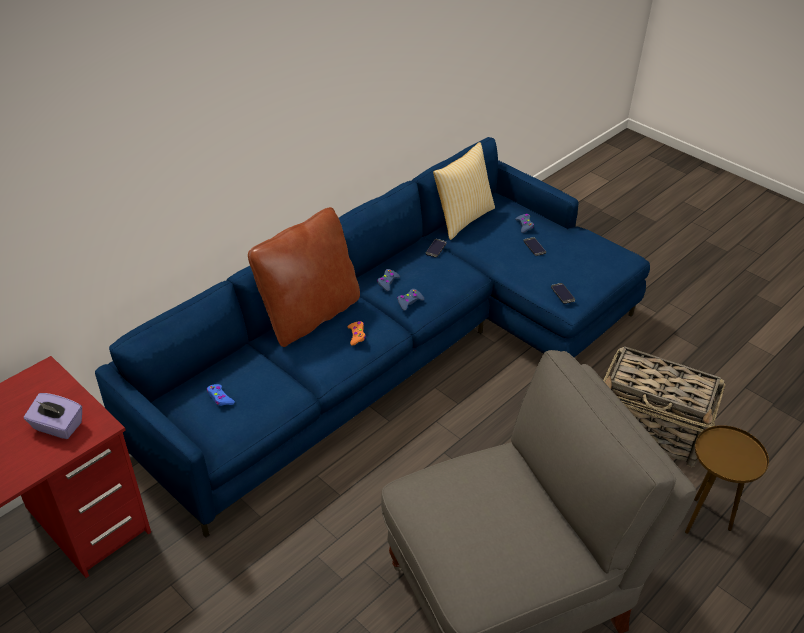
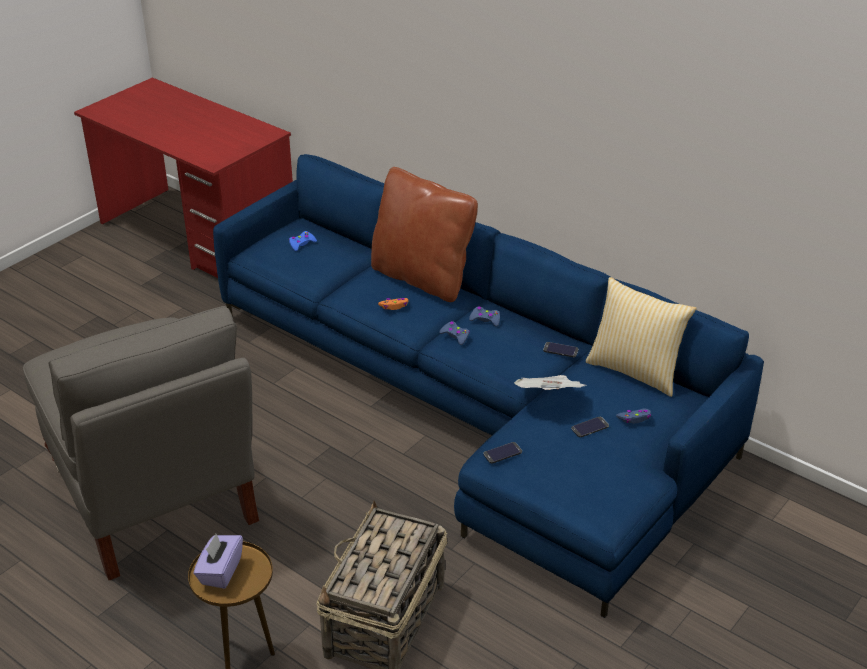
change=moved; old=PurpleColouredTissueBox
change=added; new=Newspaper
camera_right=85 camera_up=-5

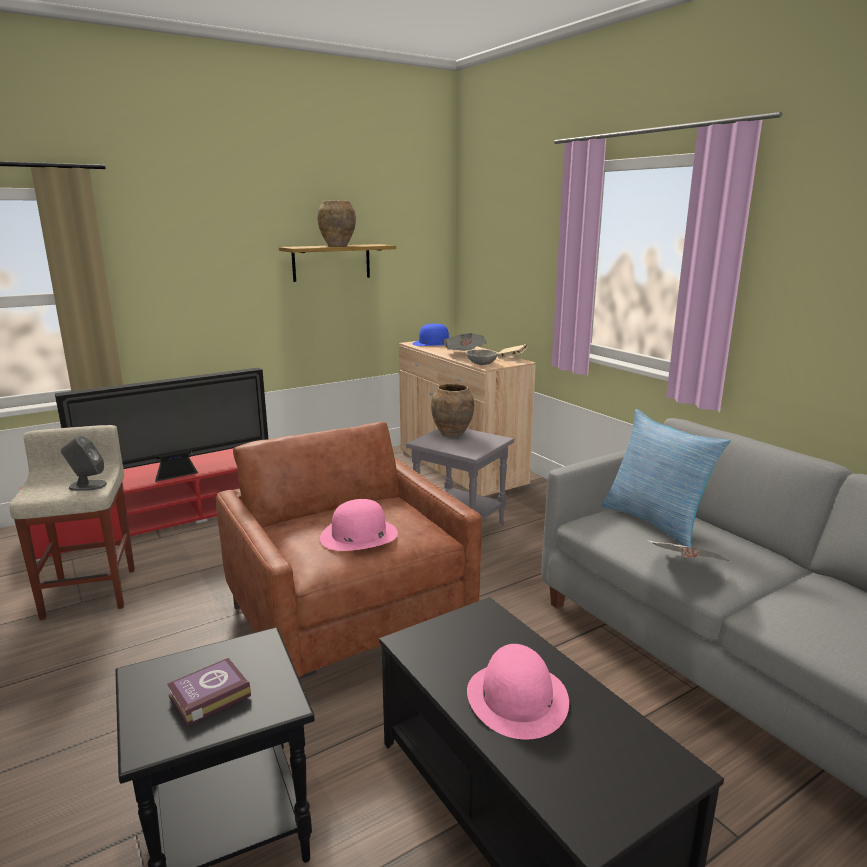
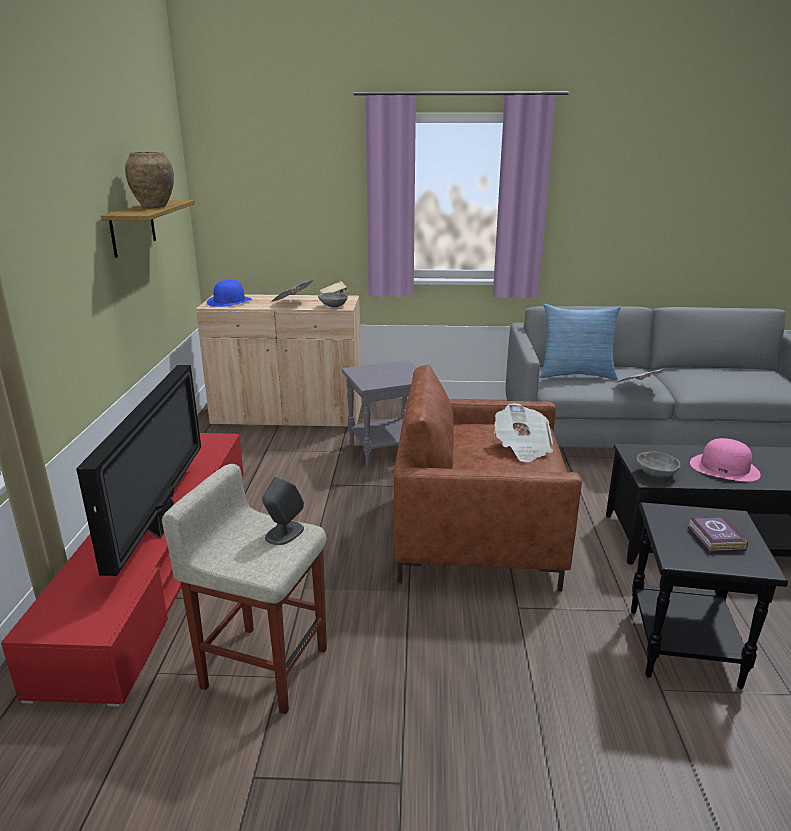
change=removed; old=BrownColouredFlowerVase (2nd from left)
change=replaced; old=PinkColouredWearableHat (1st from left); new=Newspaper (2nd from left)
change=added; new=GrayBowl (2nd from left)
camera_right=-55 camera_up=5

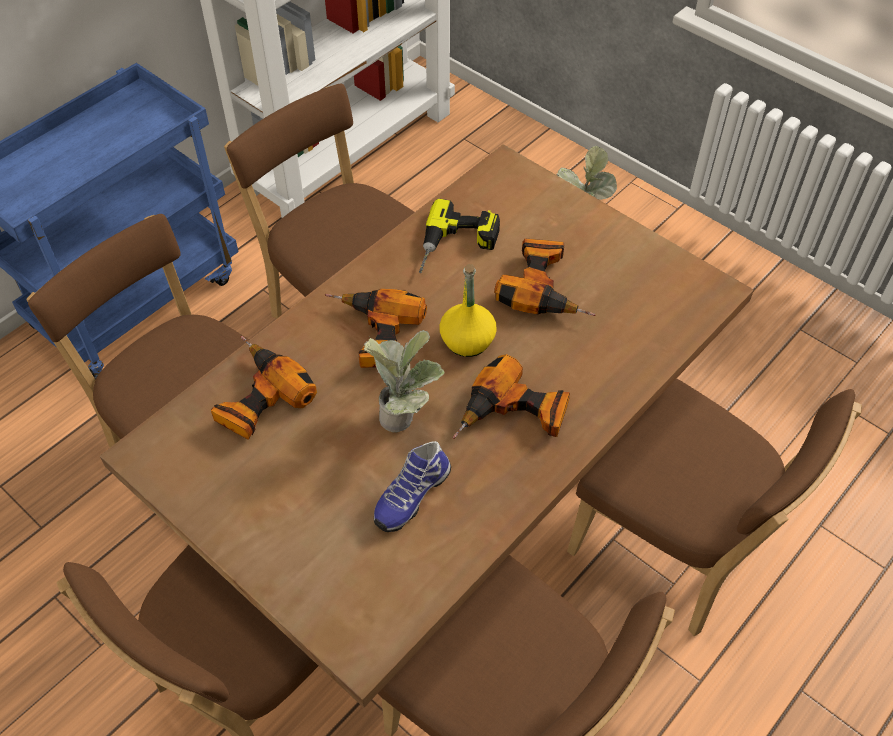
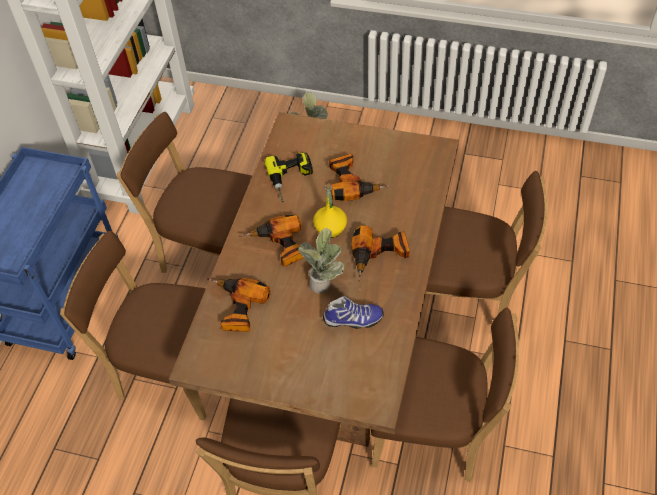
change=turned; old=LowShoe; degrees=-105
camera_right=-25 camera_up=0

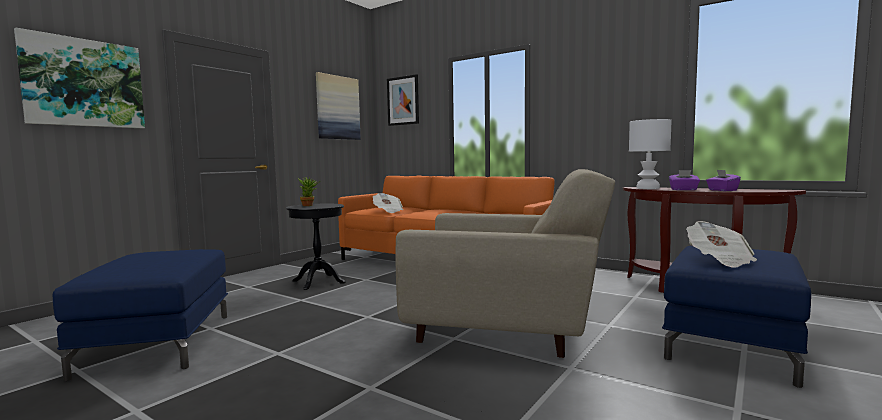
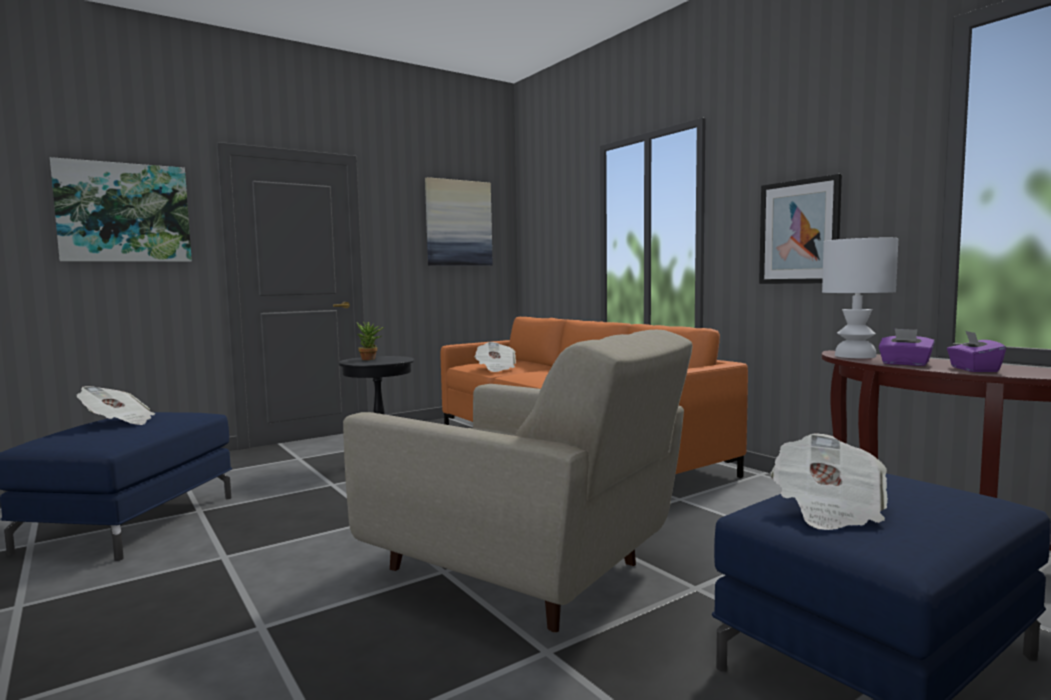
change=moved; old=Picture (3rd from left)
change=added; new=Newspaper (1st from left)
camera_right=20 camera_up=0

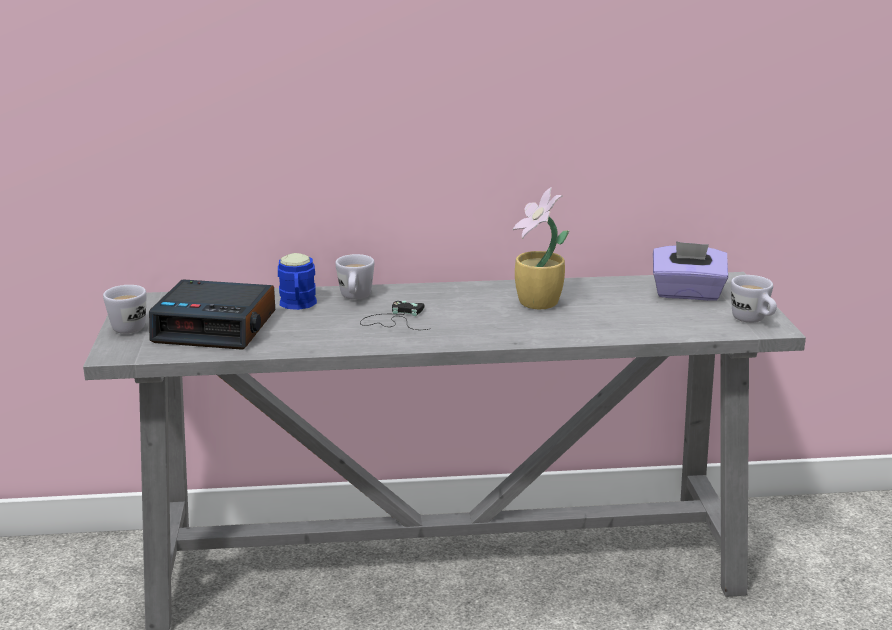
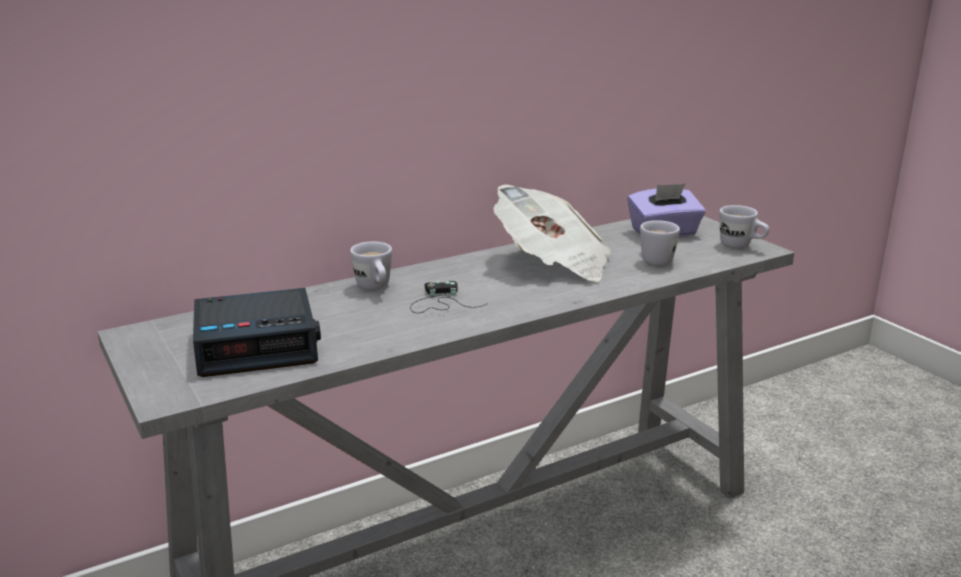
change=replaced; old=PottedPlant; new=Newspaper
change=removed; old=BluishTeaMug
change=moved; old=WhiteTeaMug (1st from left in the first image); new=WhiteTeaMug (2nd from left)
camera_right=-25 camera_up=0

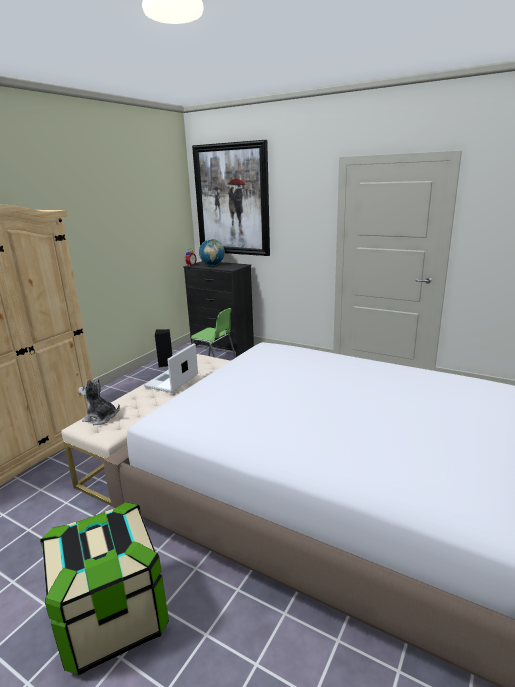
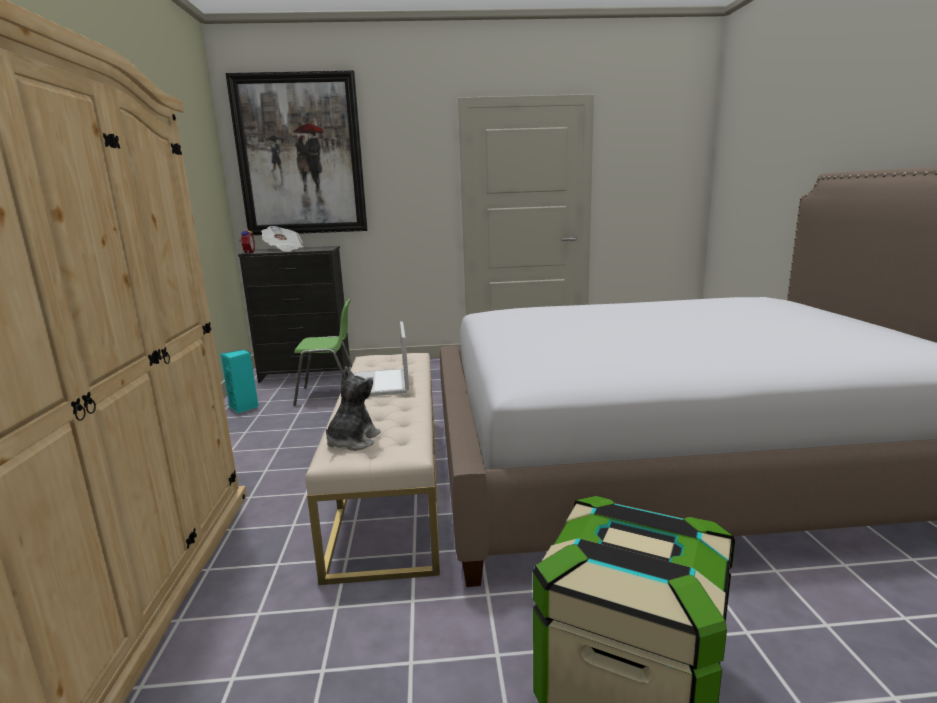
change=replaced; old=WorldGlobe; new=Newspaper
change=recoloured; old=BlackLoudspeaker; new=TurquoiseLoudspeaker
change=turned; old=CuddlyToy; degrees=135
camera_right=-35 camera_up=-5

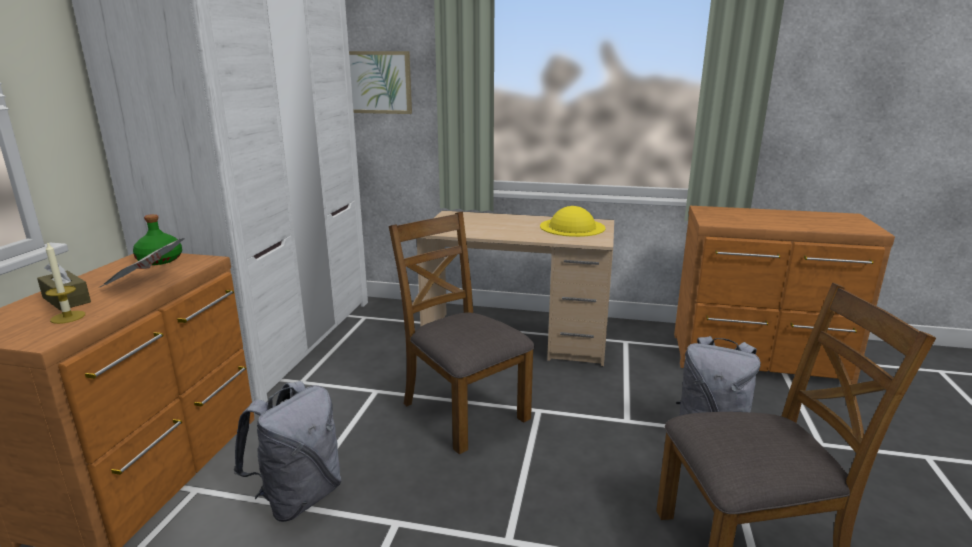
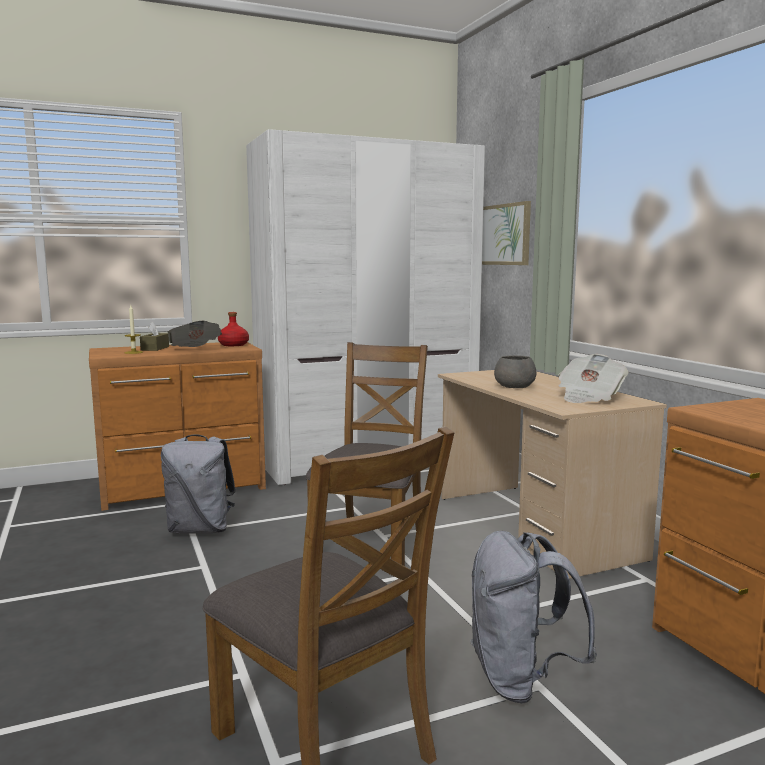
change=replaced; old=YellowColouredWearableHat; new=Newspaper (2nd from left)
change=recoloured; old=GreenishBeverageBottle; new=ReddishBeverageBottle
change=added; new=GrayBowl
camera_right=55 camera_up=-10

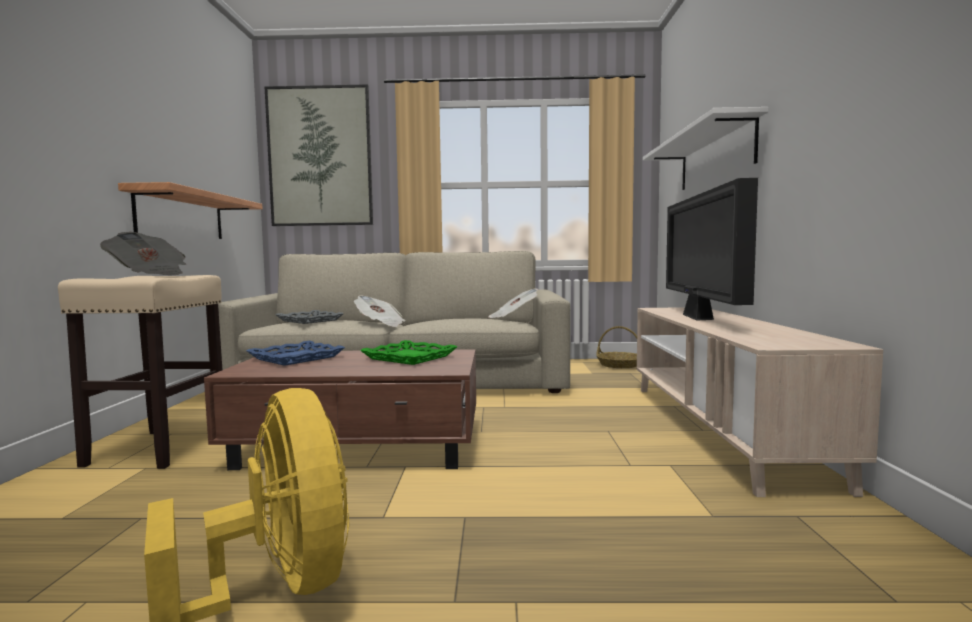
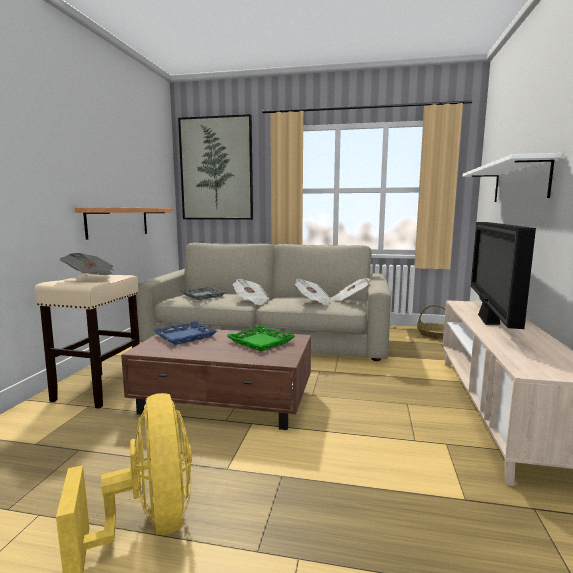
change=added; new=Newspaper (3rd from left)
camera_right=10 camera_up=5

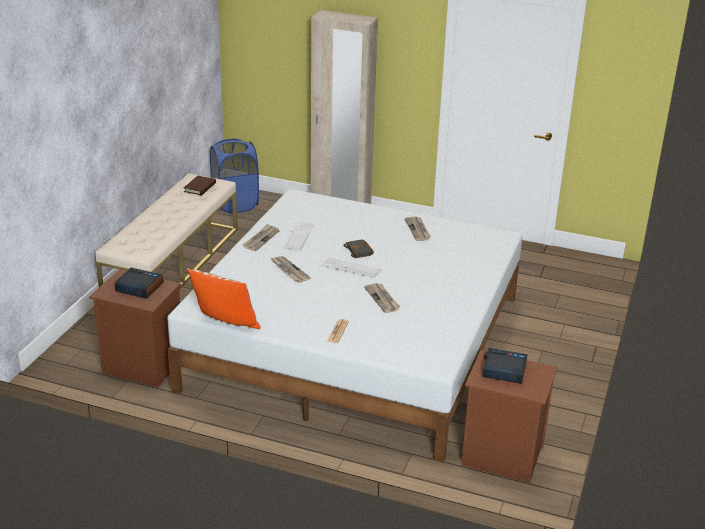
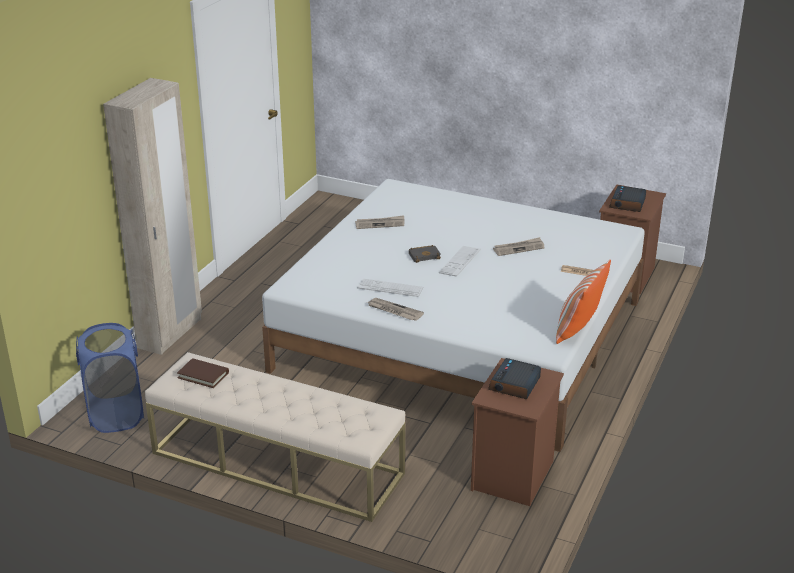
change=removed; old=Newspaper (2nd from left)
camera_right=-85 camera_up=0

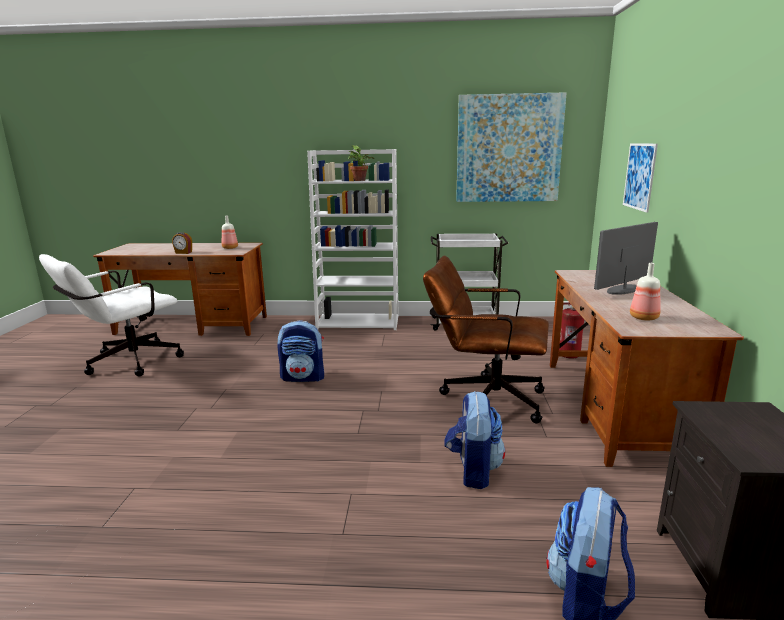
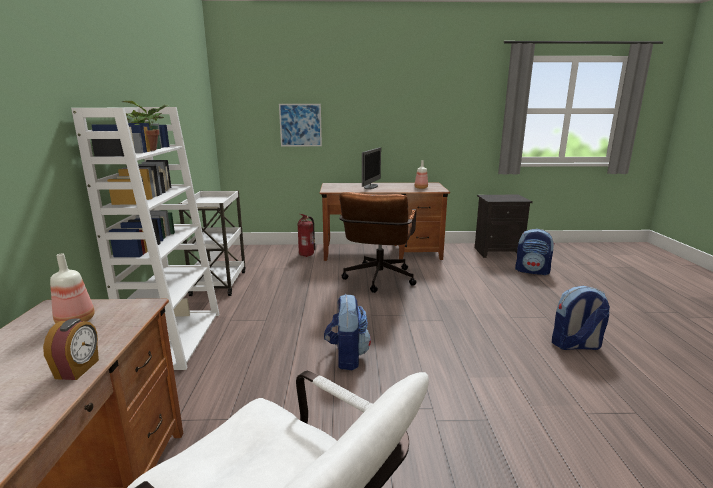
change=removed; old=Picture (1st from left)
change=turned; old=Monitor; degrees=-120
change=moved; old=Knapsack (2nd from left in the first image); new=Knapsack (3rd from left)
camera_right=-95 camera_up=0

